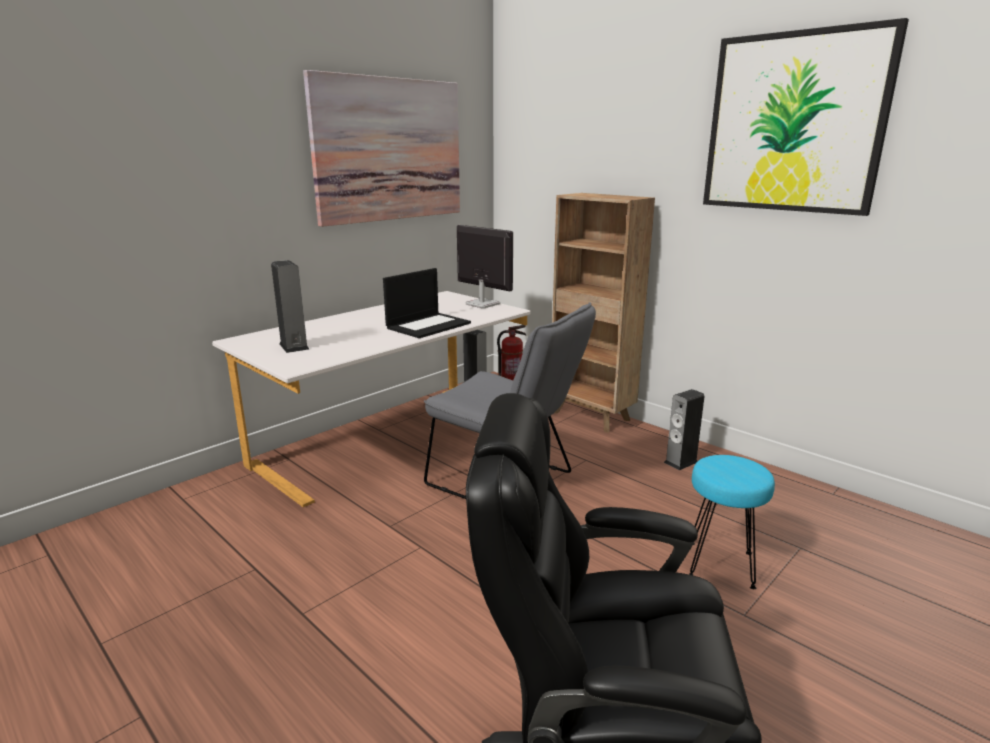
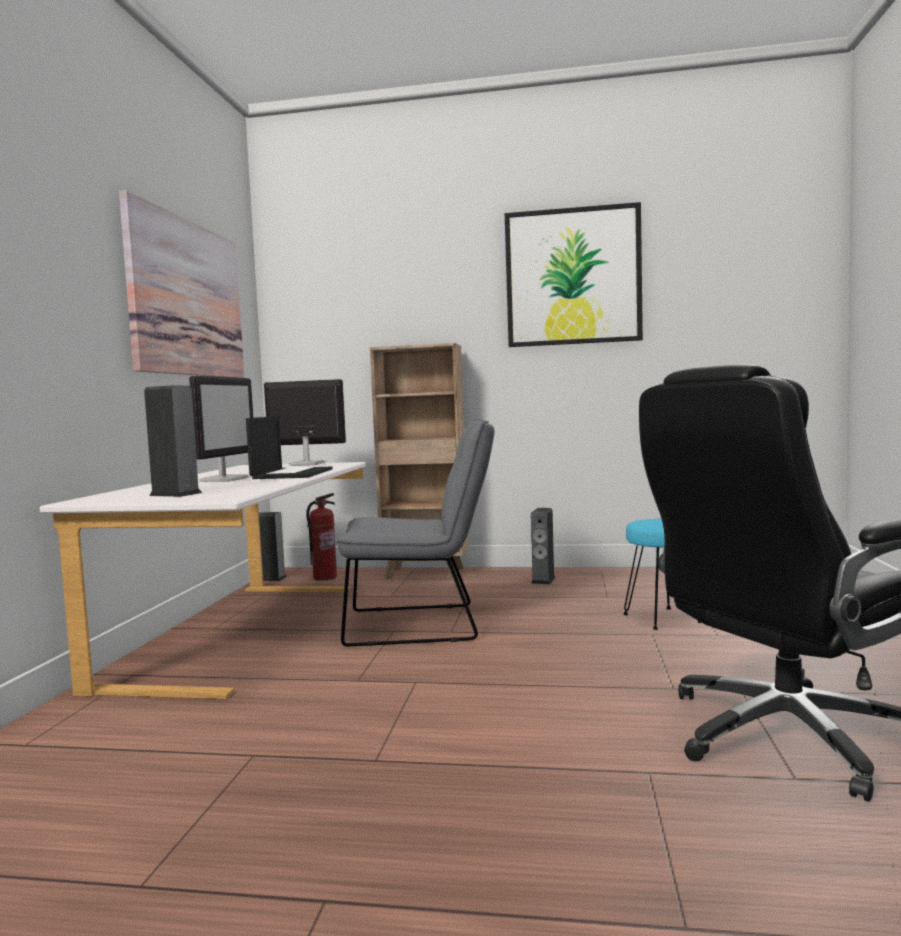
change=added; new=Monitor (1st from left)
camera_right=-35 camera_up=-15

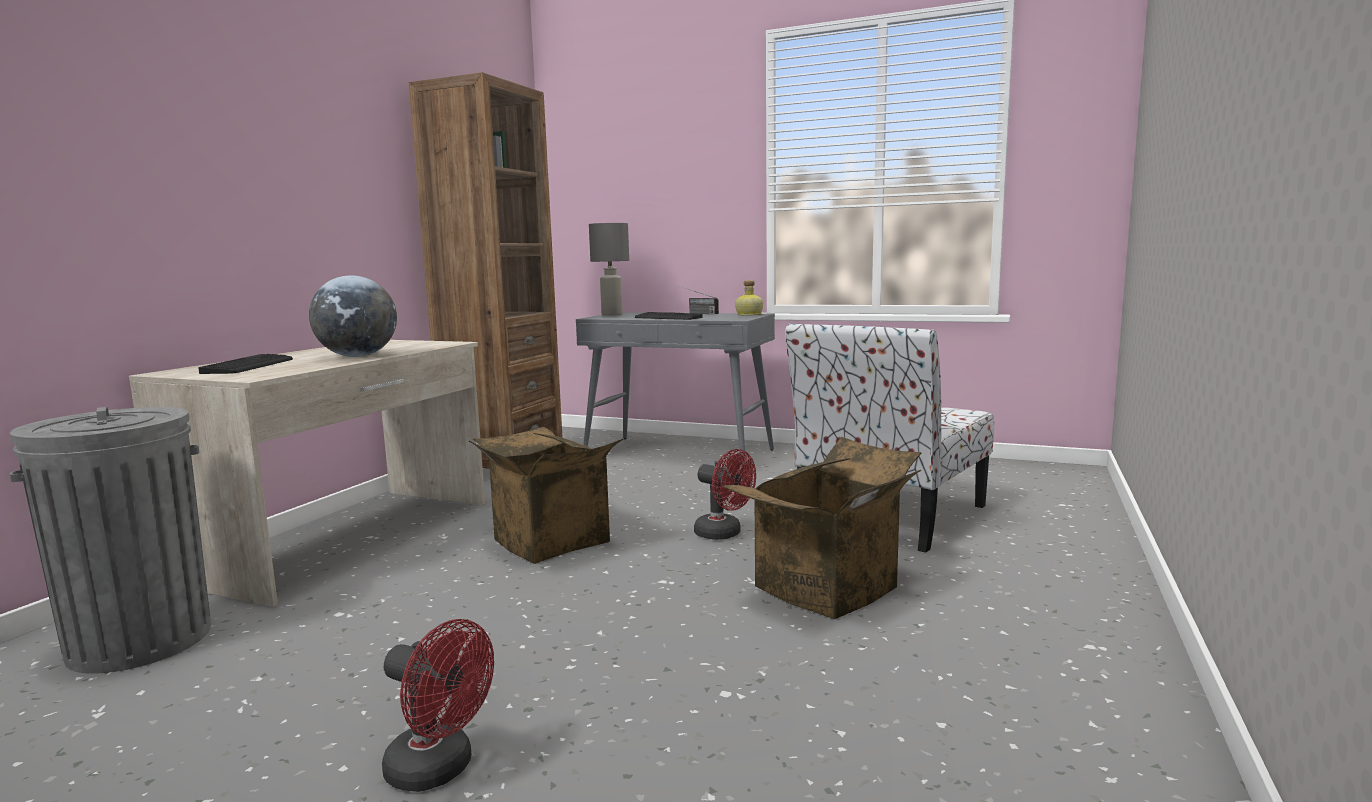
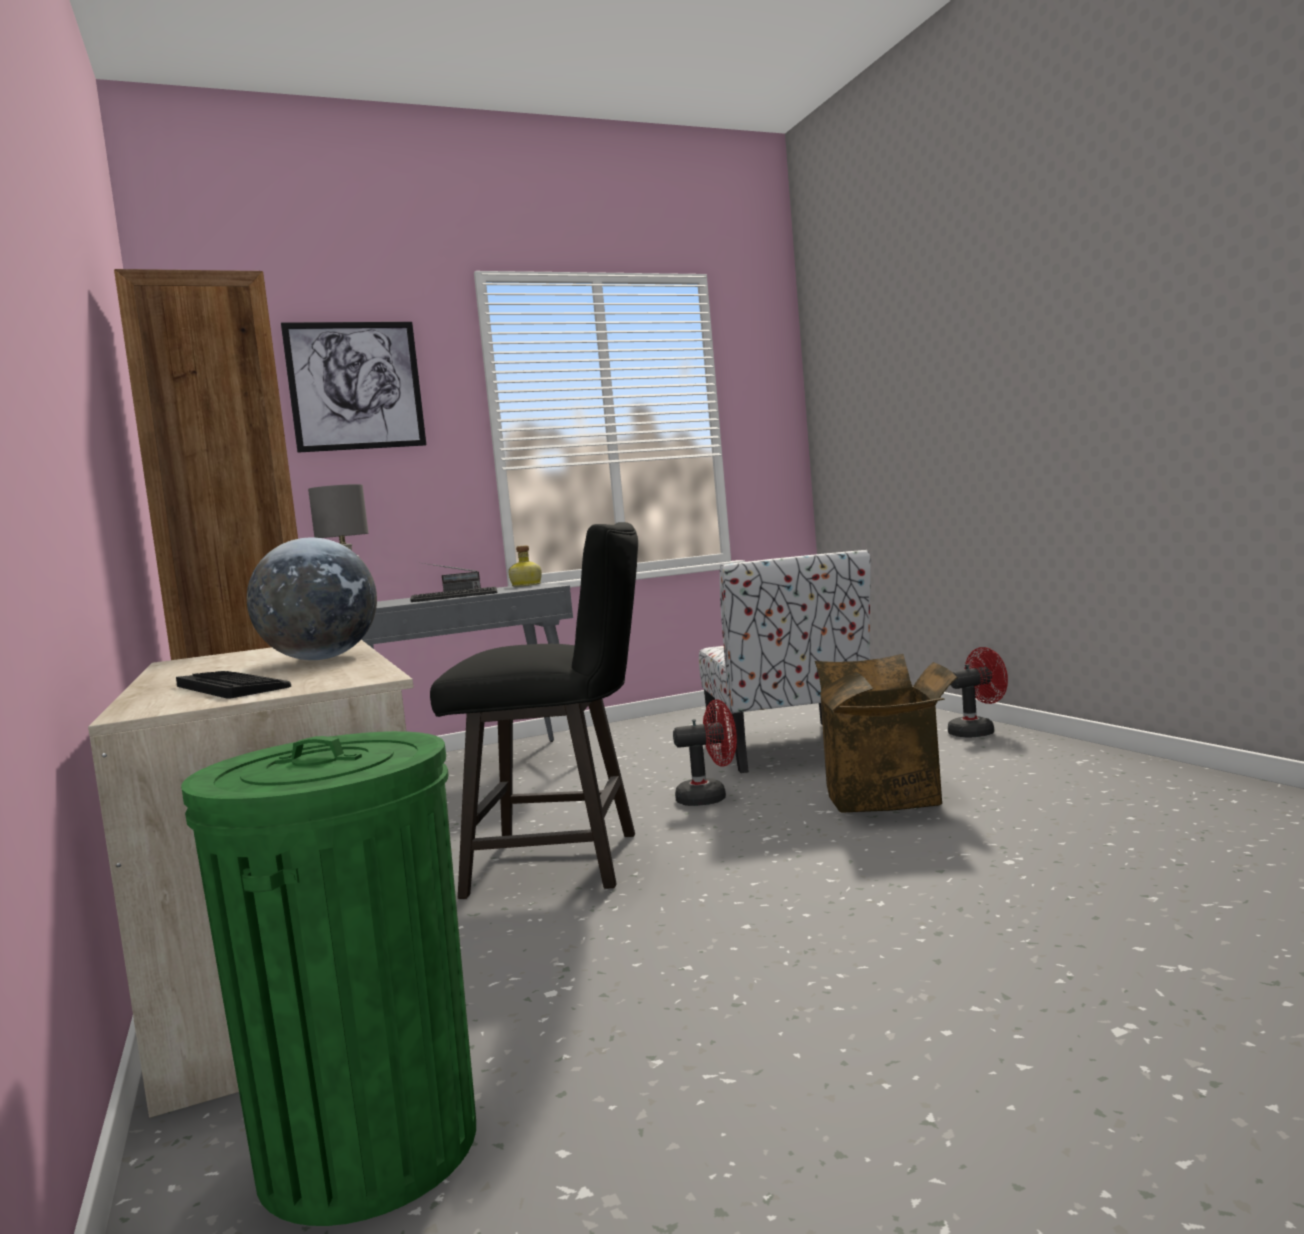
change=recoloured; old=GrayTrashCan; new=GreenishTrashCan
change=replaced; old=CardboardBox (1st from left); new=BlackSittingStool
change=moved; old=ReddishCoolingFan (1st from left in the first image); new=ReddishCoolingFan (2nd from left)
change=added; new=Picture
camera_right=-45 camera_up=-5

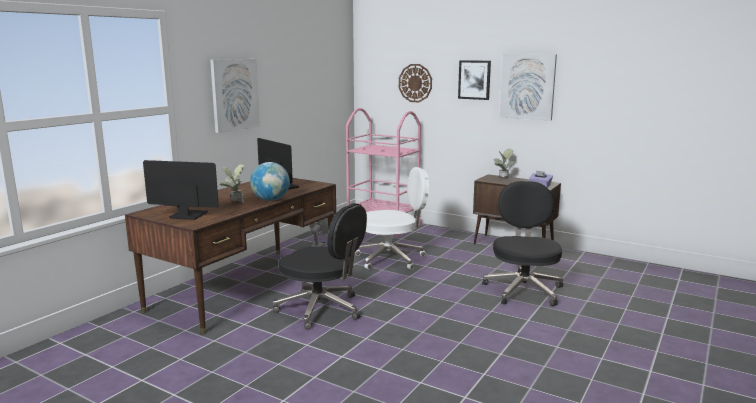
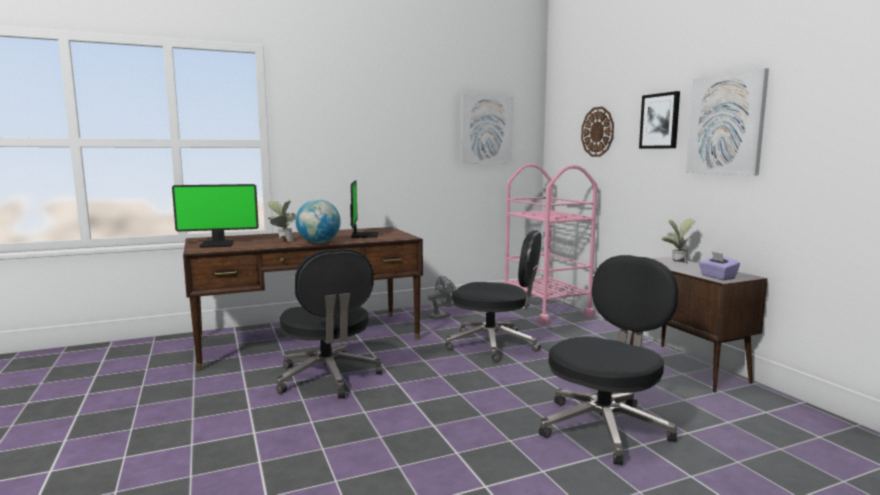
change=moved; old=Picture (1st from left)
change=turned; old=Monitor (1st from left); degrees=120
change=recoloured; old=WhiteDeskChair; new=BlackDeskChair (2nd from left)
camera_right=35 camera_up=-5

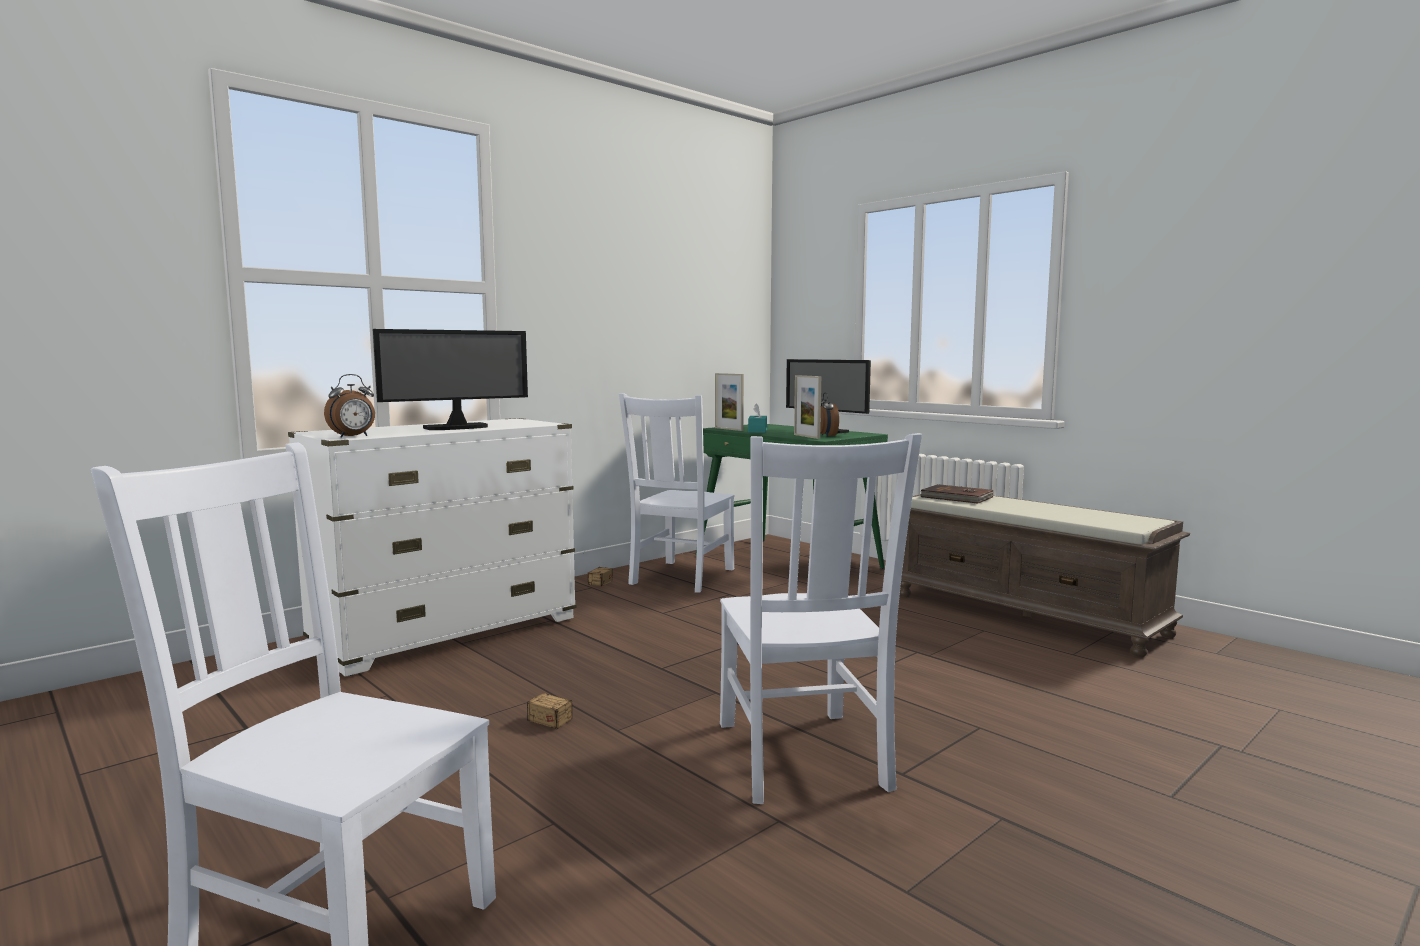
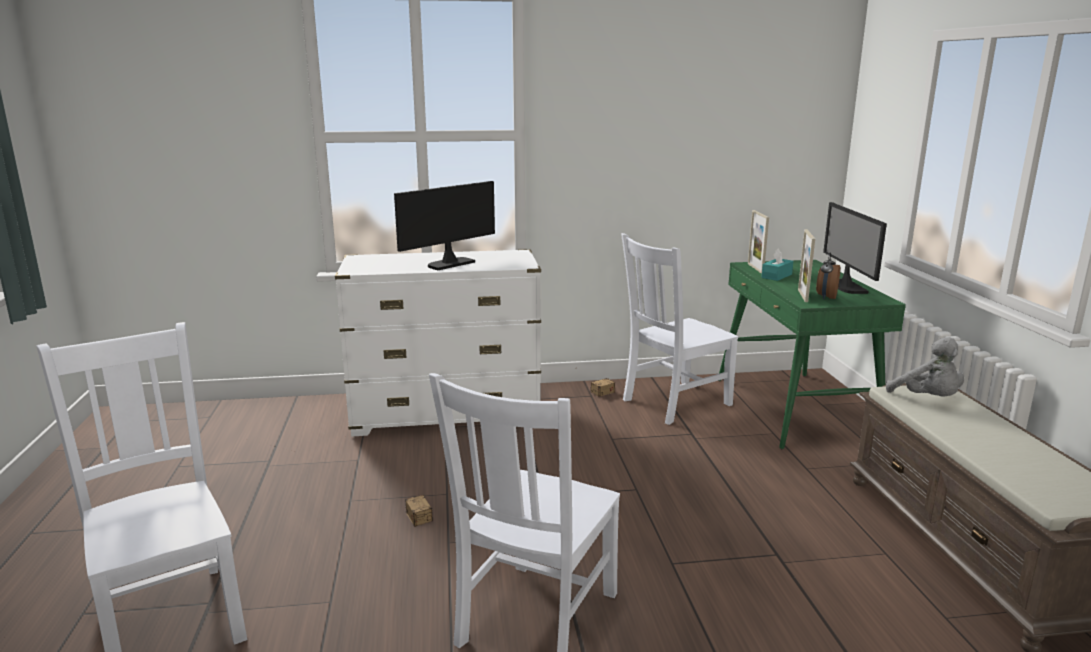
change=turned; old=Monitor (1st from left); degrees=135
change=removed; old=TableClock (1st from left)
change=replaced; old=BrownColouredBook; new=GrayCuddlyToy
camera_right=35 camera_up=10

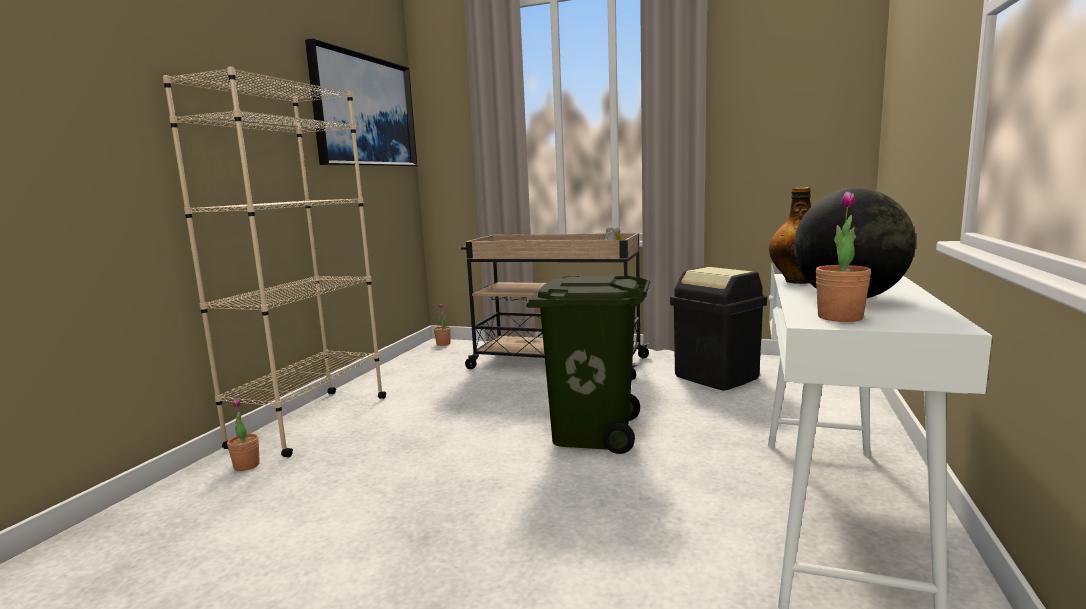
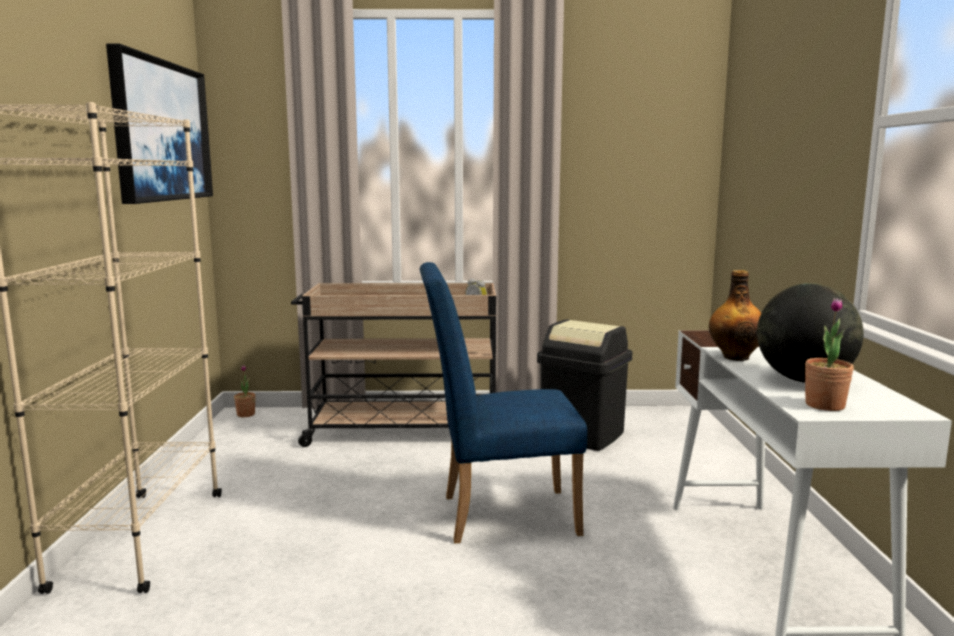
change=replaced; old=GreenishTrashCan; new=BluishChair
change=removed; old=PottedPlant (1st from left)
camera_right=-20 camera_up=0

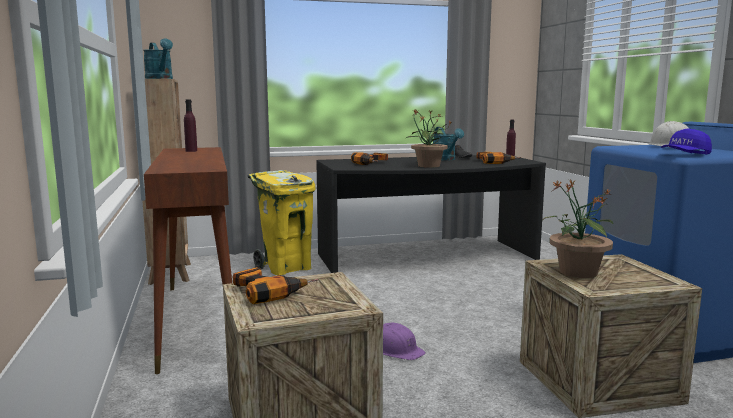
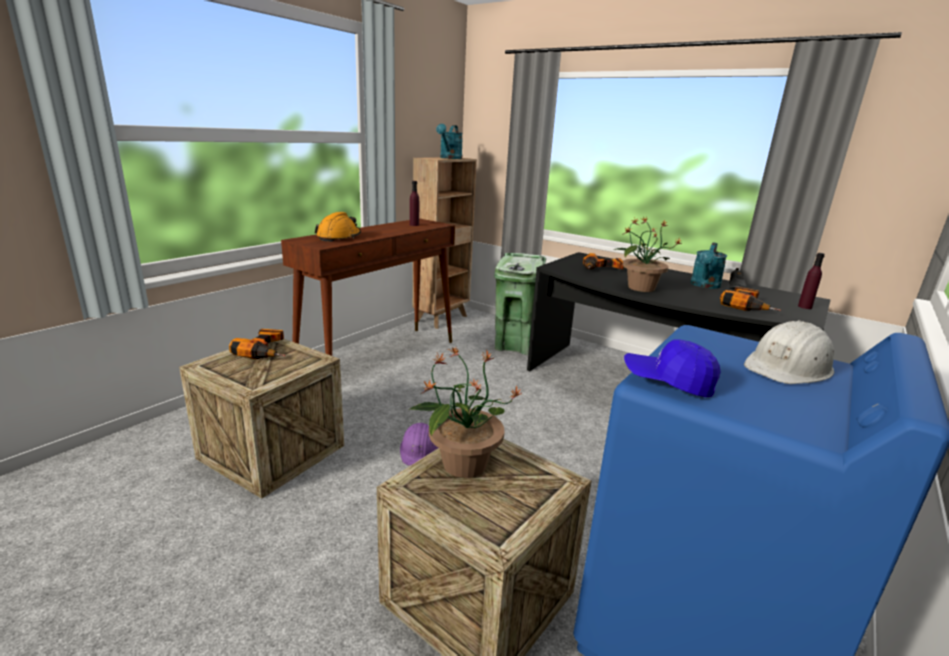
change=recoloured; old=YellowColouredTrashCan; new=GreenishTrashCan
change=added; new=OrangeColouredWorkHelmet
camera_right=50 camera_up=10

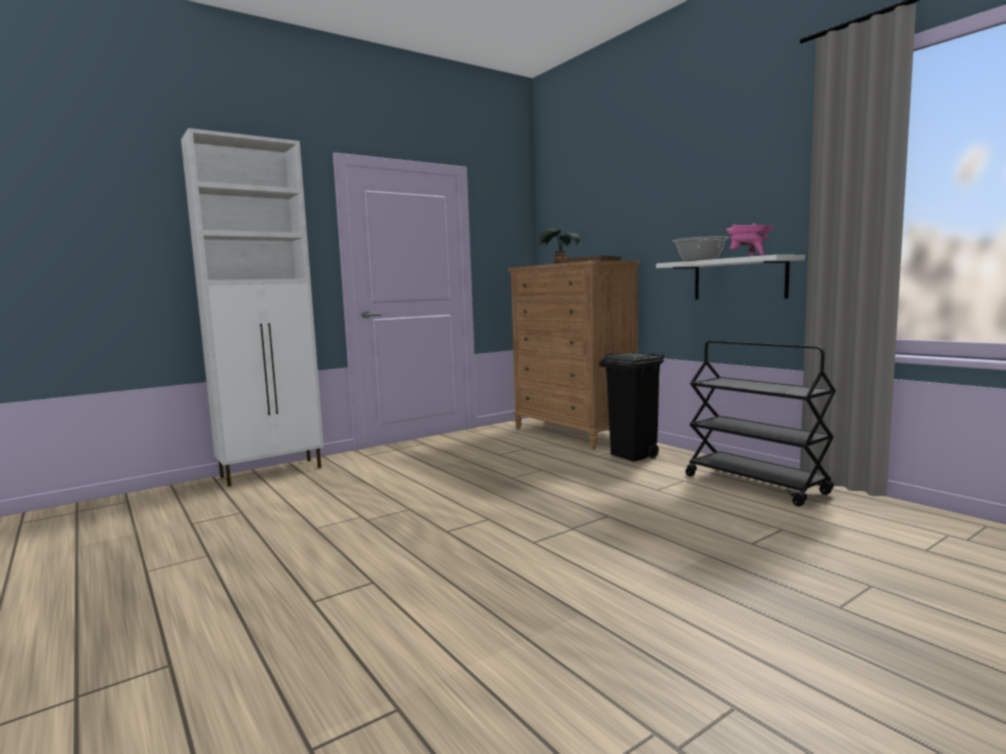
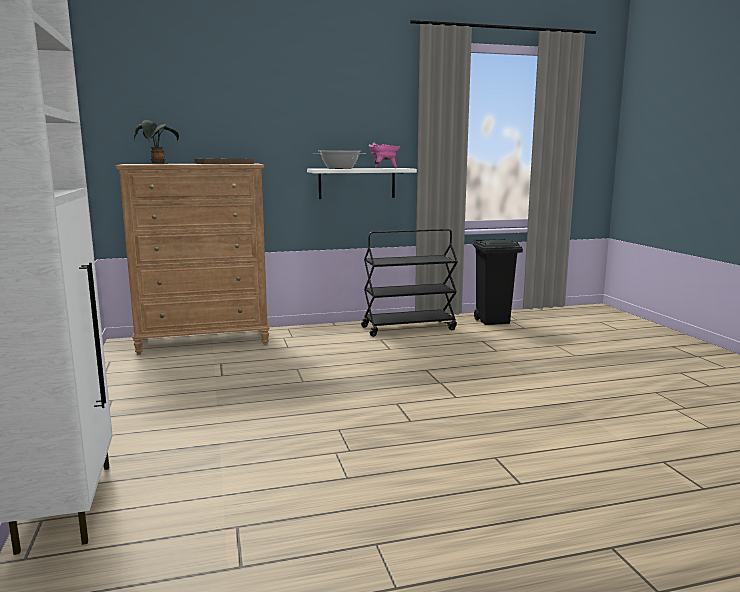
change=moved; old=BlackTrashCan
camera_right=-70 camera_up=5

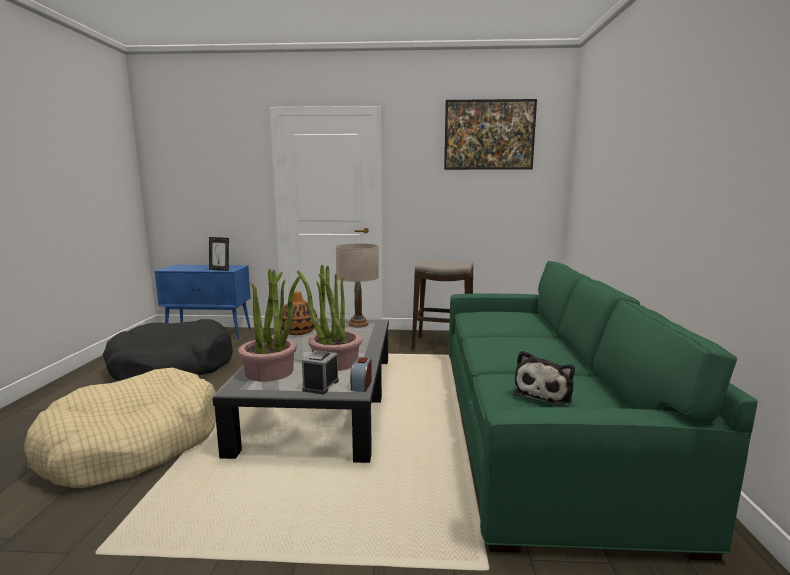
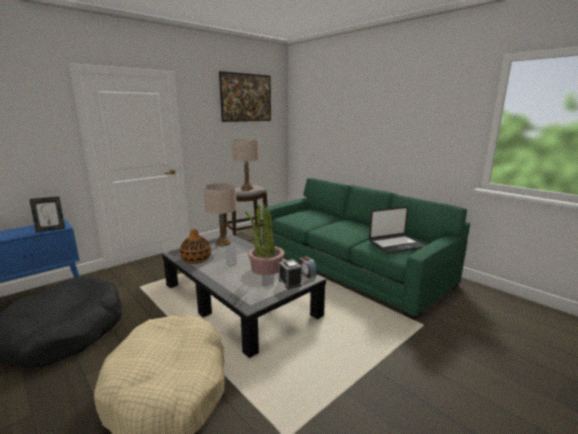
change=removed; old=PottedPlant (1st from left)
change=replaced; old=CuddlyToy; new=Laptop
change=added; new=BeigeColouredTableLamp (2nd from left)
camera_right=-45 camera_up=5

